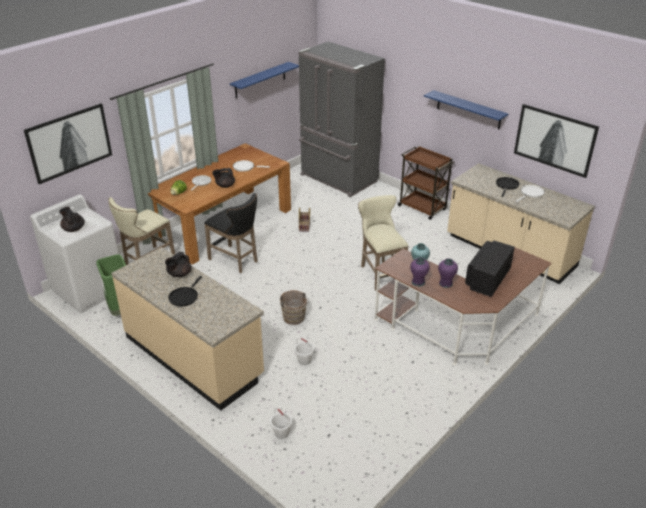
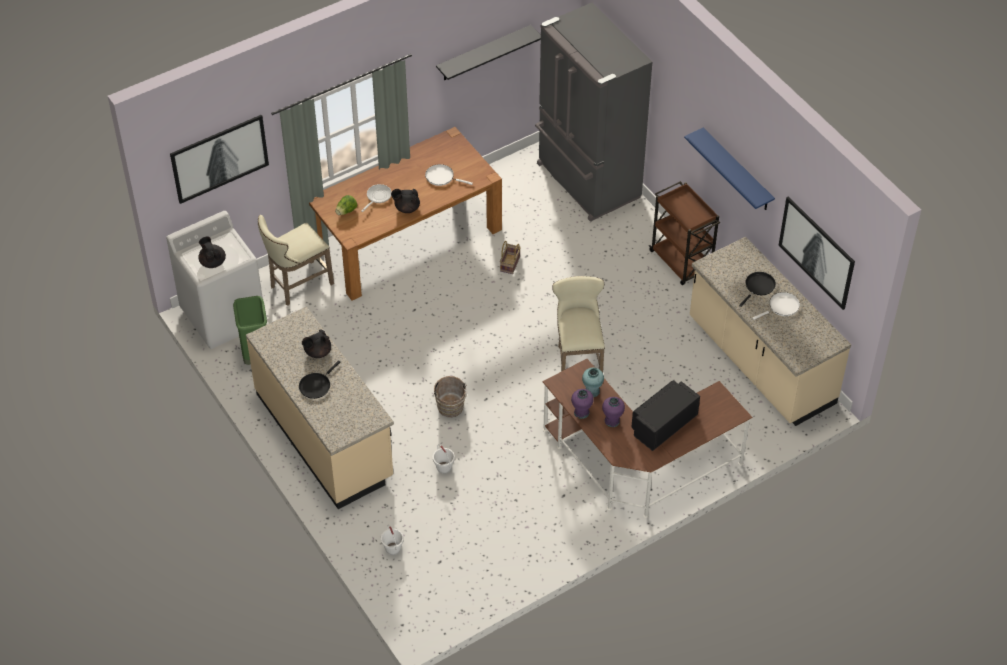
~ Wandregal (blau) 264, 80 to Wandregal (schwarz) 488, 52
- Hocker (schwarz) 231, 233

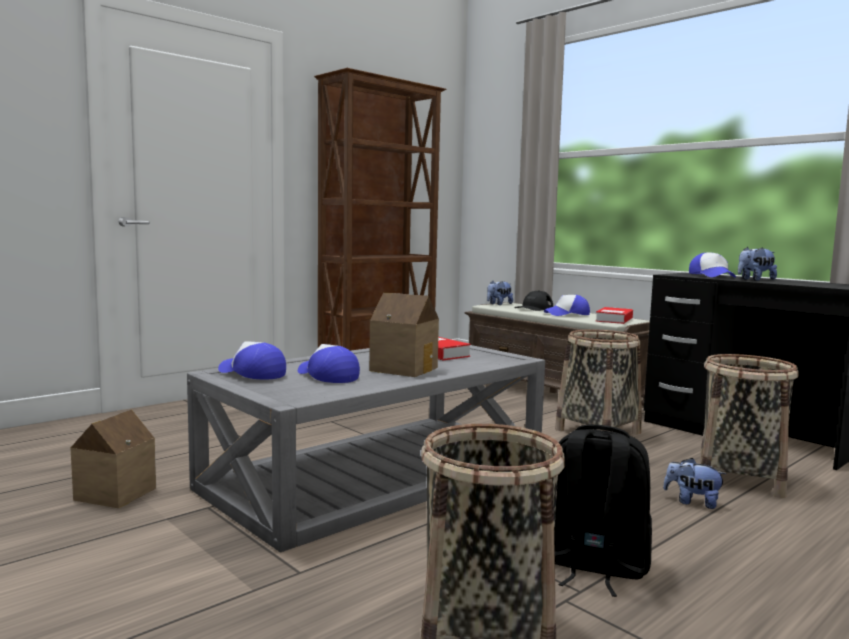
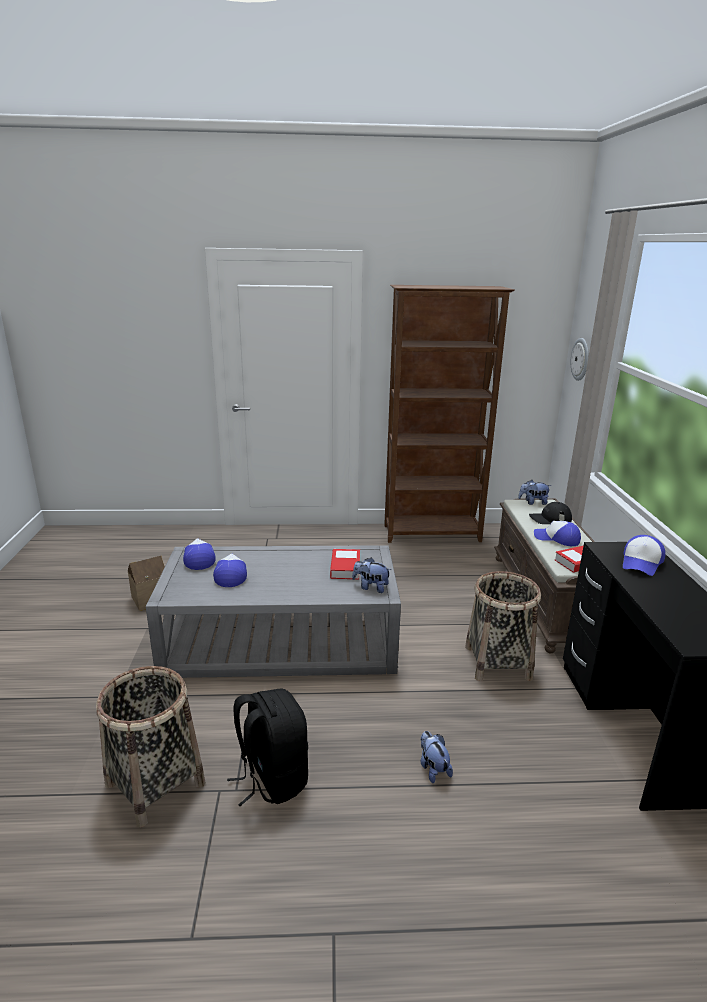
~ Plüschtier 757, 264 to 372, 575
+ Wanduhr 580, 359
- Spielzeughaus 404, 334
- Korb 748, 426

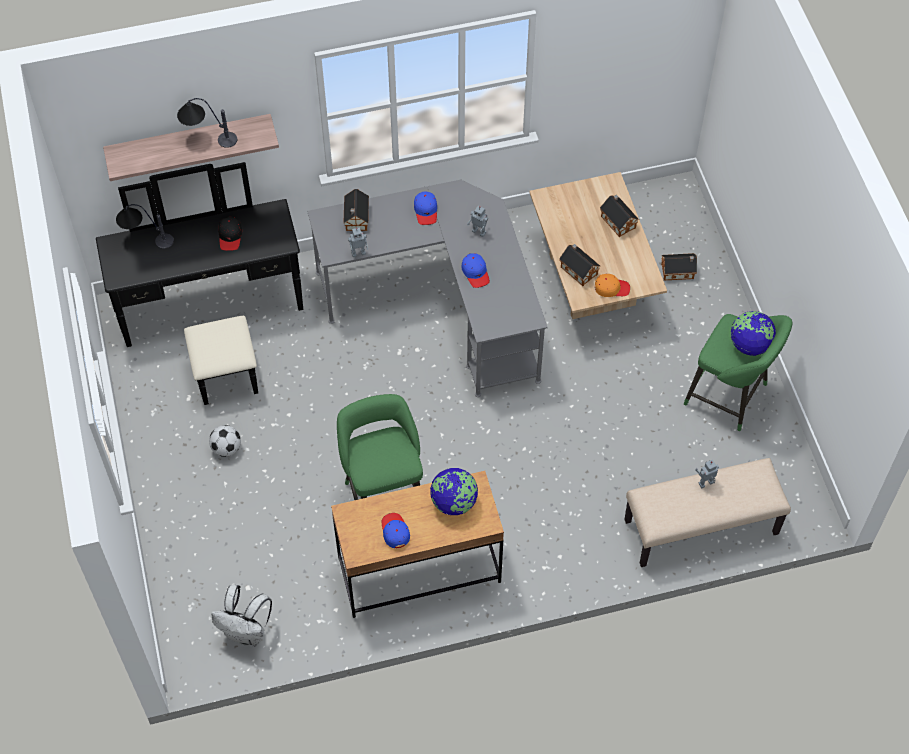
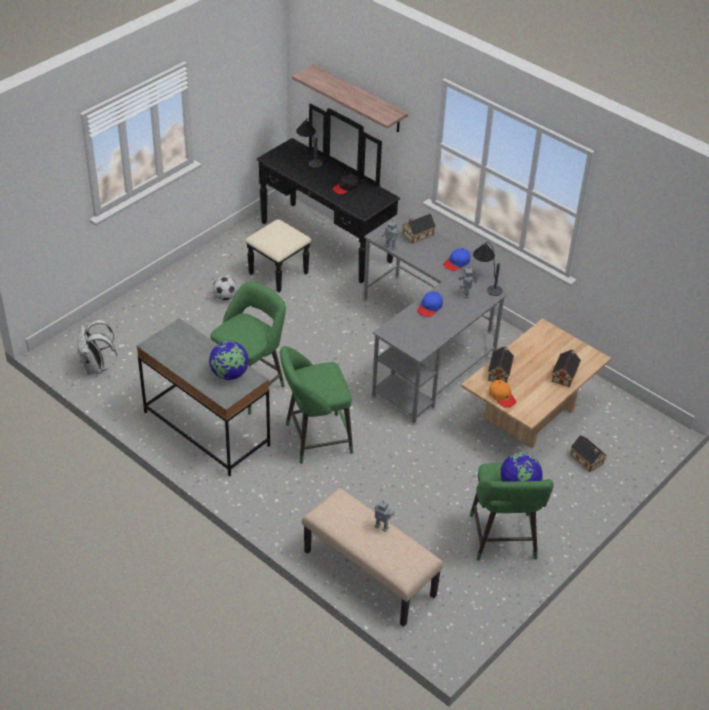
~ Schreibtisch (braun) 417, 544 to Schreibtisch (grau) 203, 397
+ Hocker (grün) 316, 405
~ Tischlampe 207, 123 to 488, 269
- Kappe (blau) 396, 530

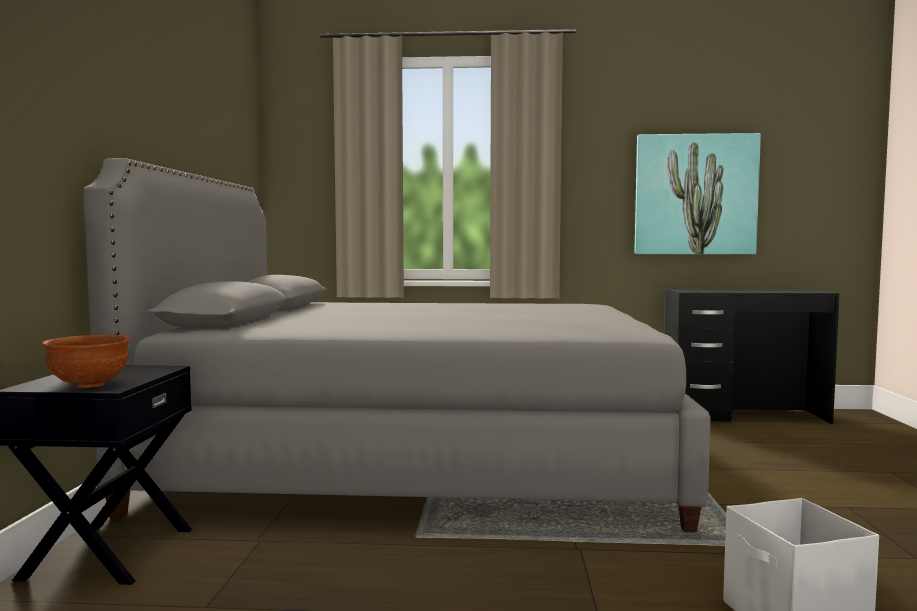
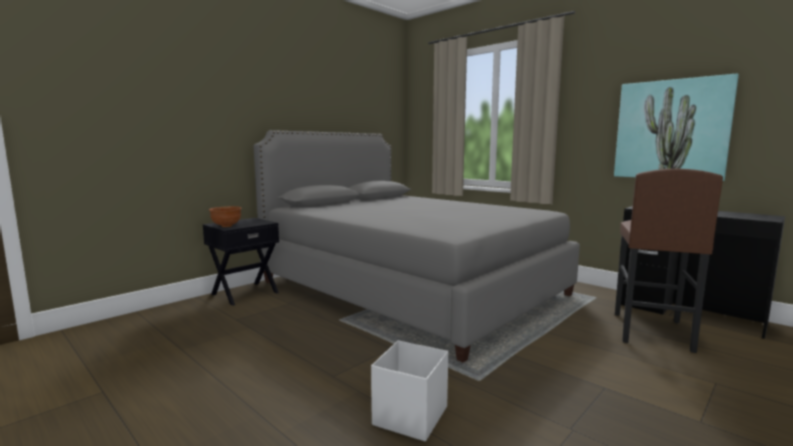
+ Hocker (braun) 669, 261

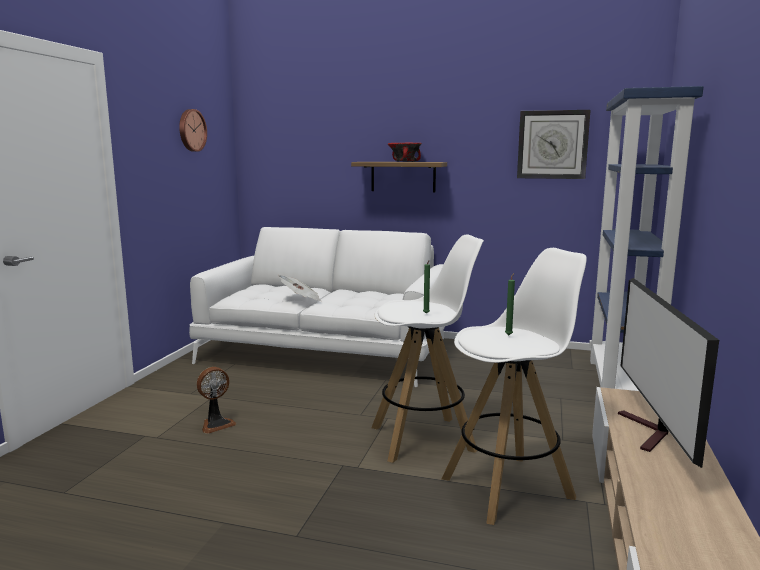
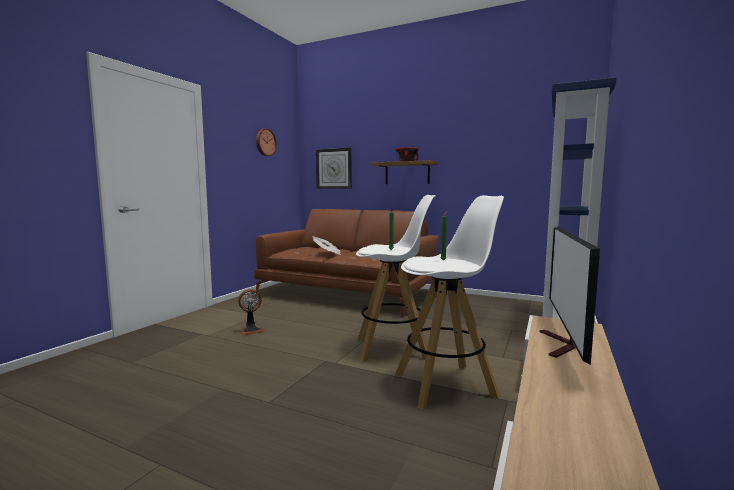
~ Sofa (weiß) 317, 307 to Sofa (braun) 346, 263
~ Wanduhr 554, 144 to 334, 168

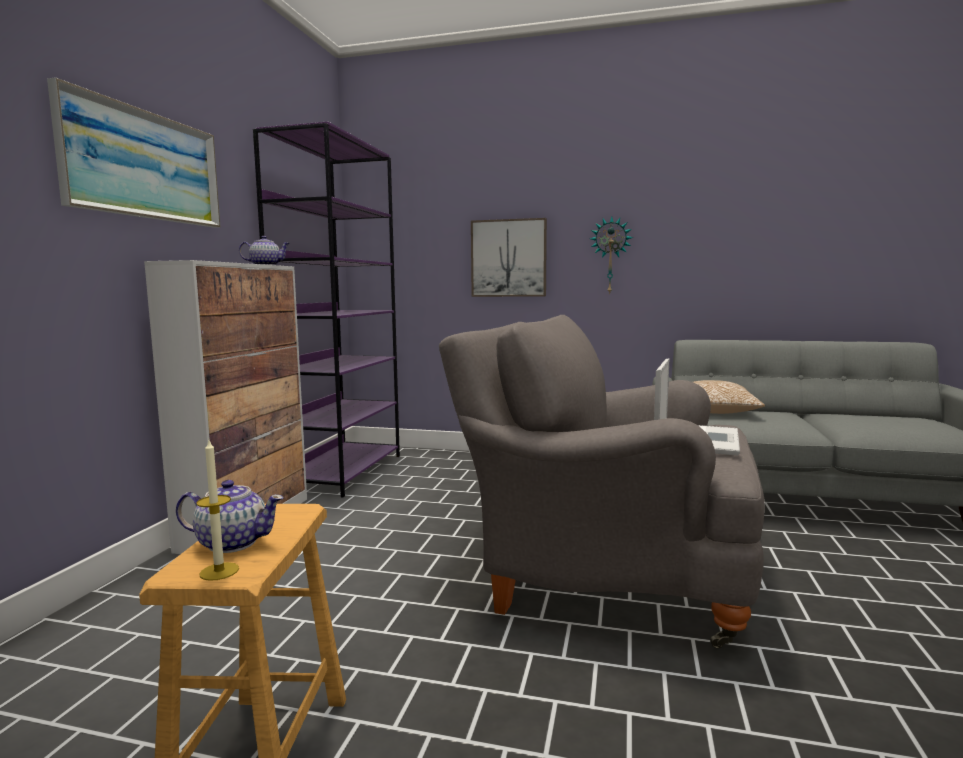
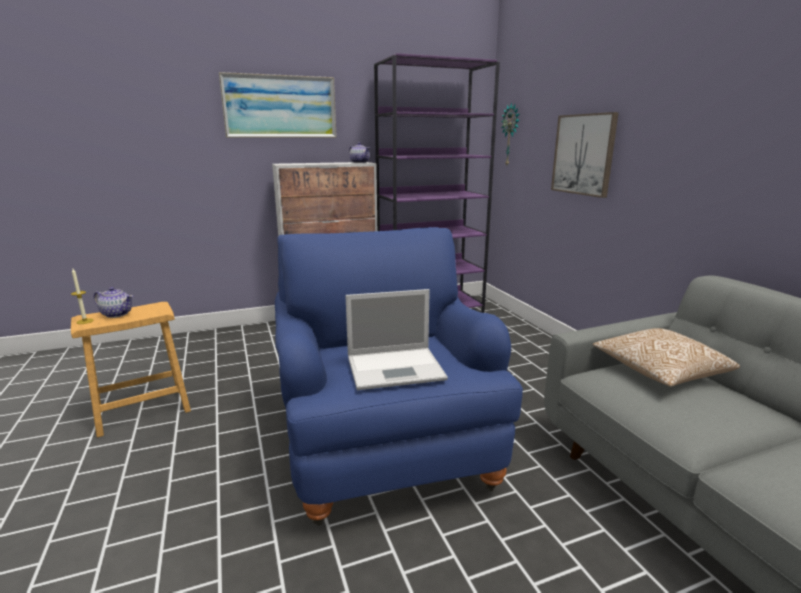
~ Teekanne 230, 516 = 113, 302 45 degrees counterclockwise
~ Sessel (grau) 602, 481 to Sessel (blau) 399, 376
~ Wanduhr 611, 255 to 510, 134

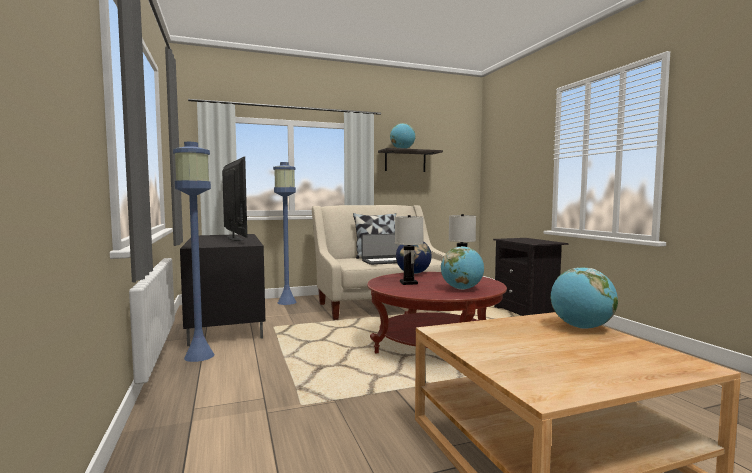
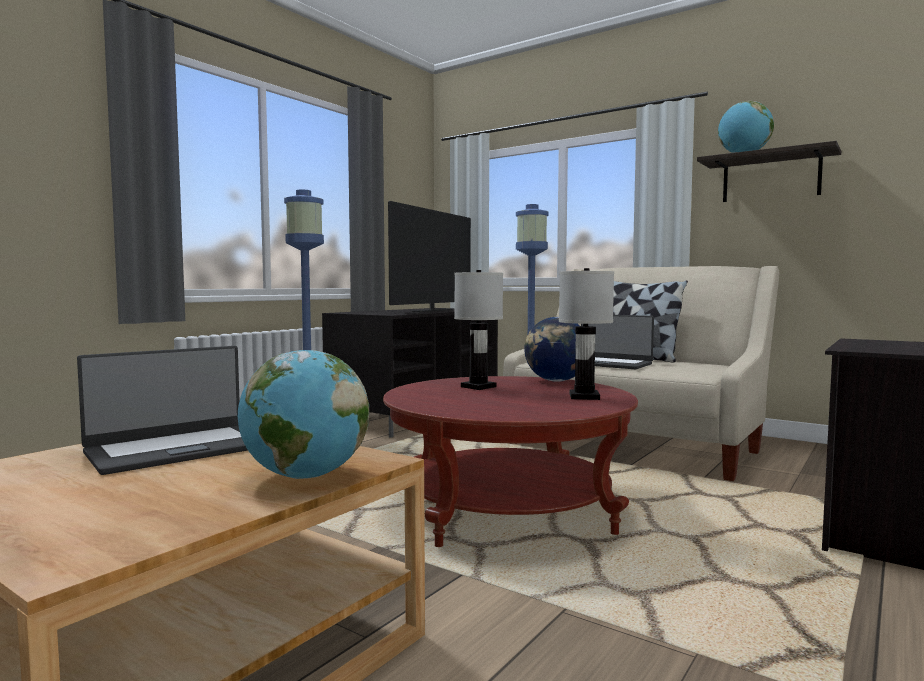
+ Laptop 162, 410
- Globus 462, 268

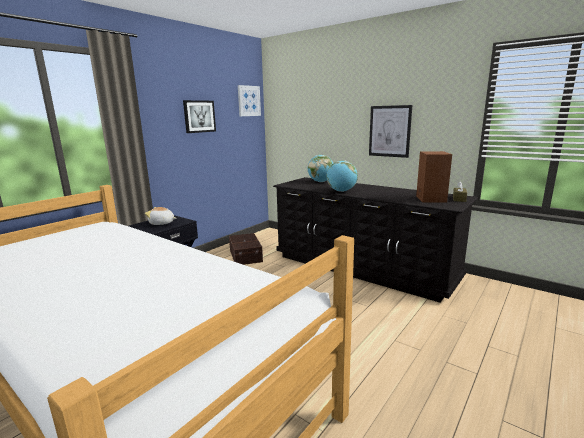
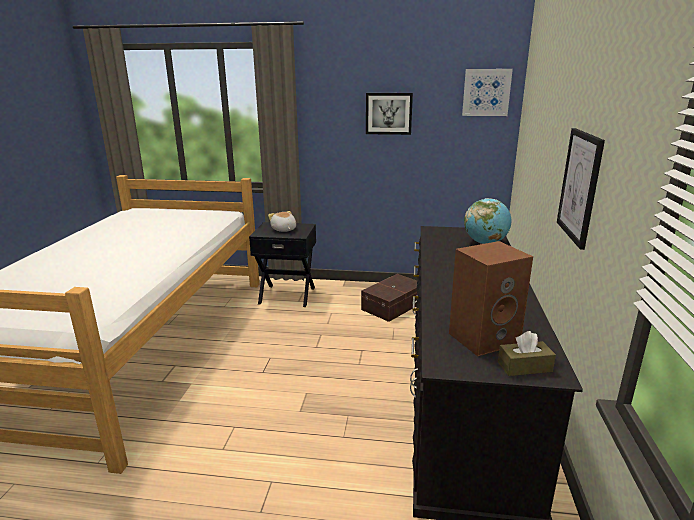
- Globus 342, 176

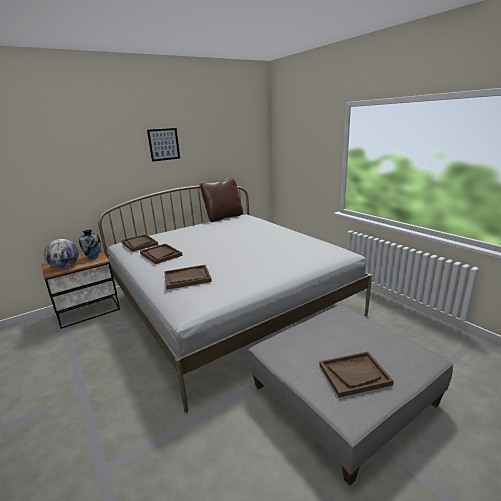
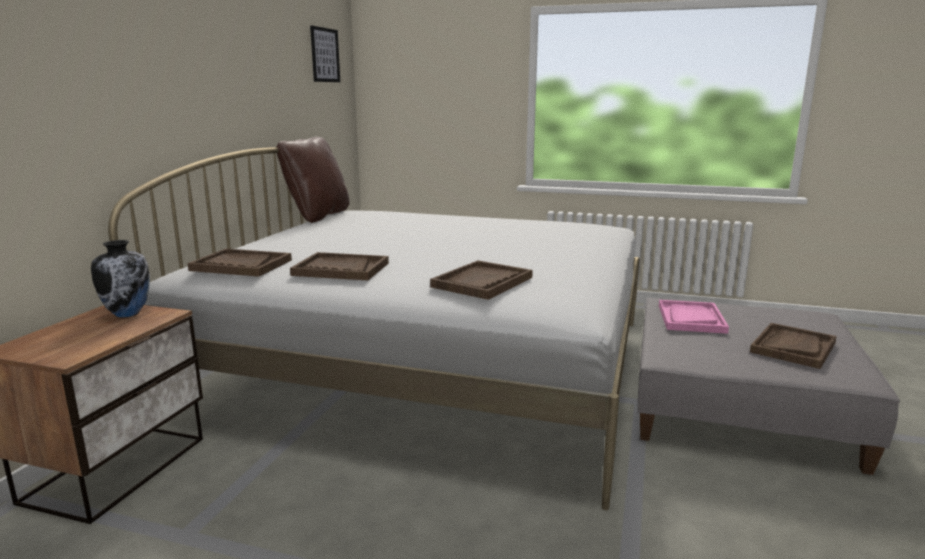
~ Bild 163, 145 to 325, 54
+ Tablett (rosa) 694, 317
- Globus 61, 254

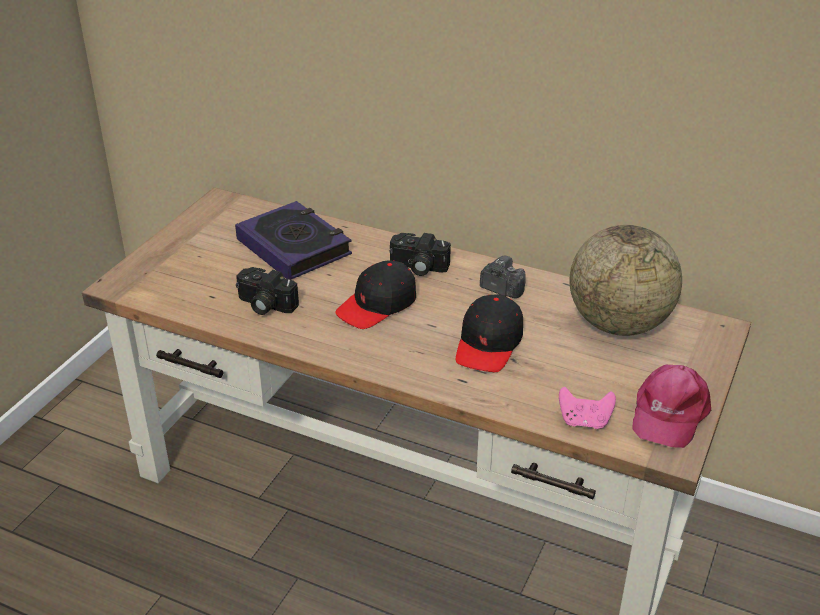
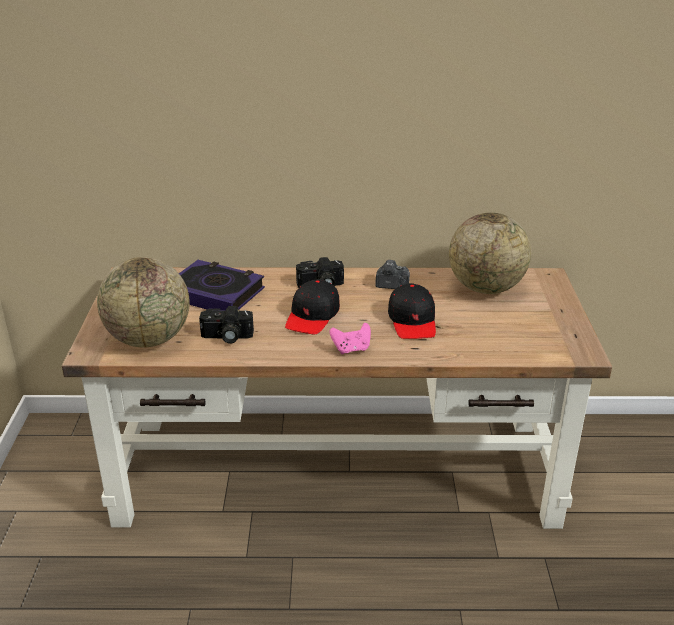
+ Globus 143, 302
~ Gamepad (rosa) 587, 408 to 350, 338
- Kappe (rosa) 671, 406

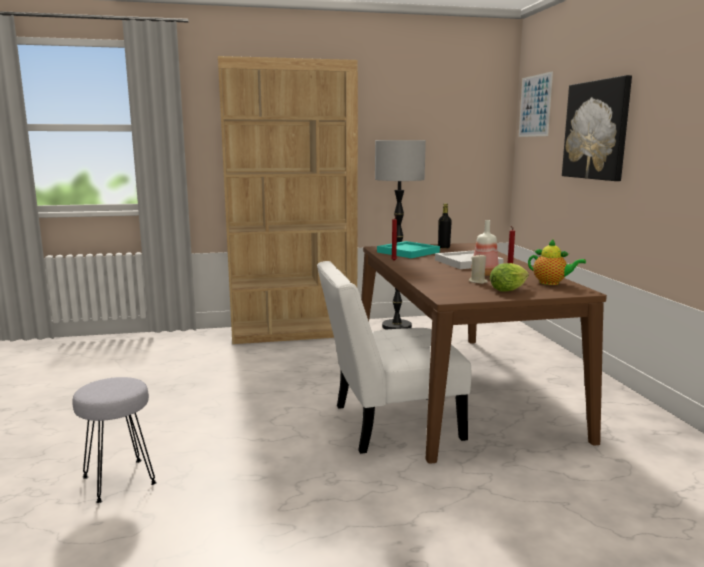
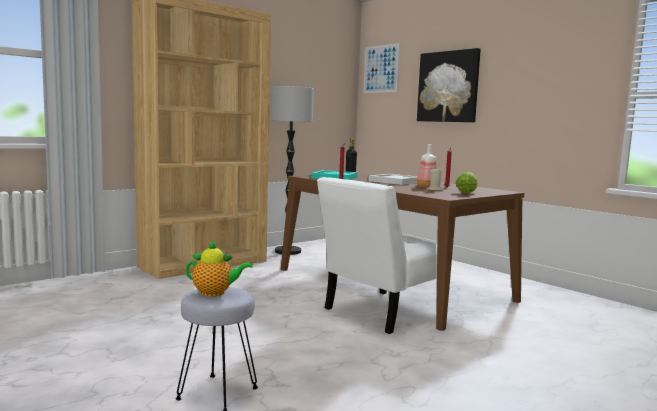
~ Teekanne 557, 262 to 219, 268

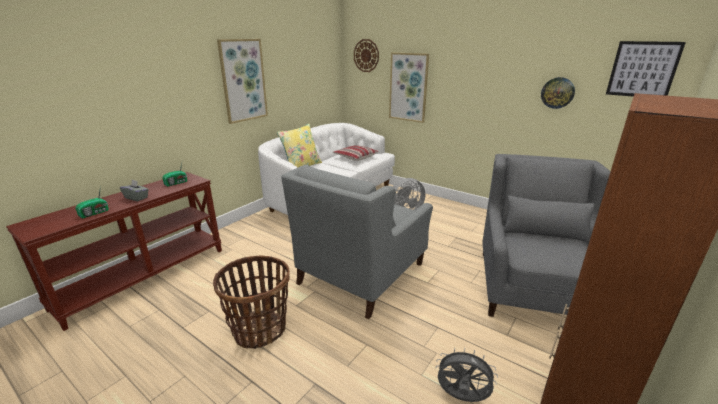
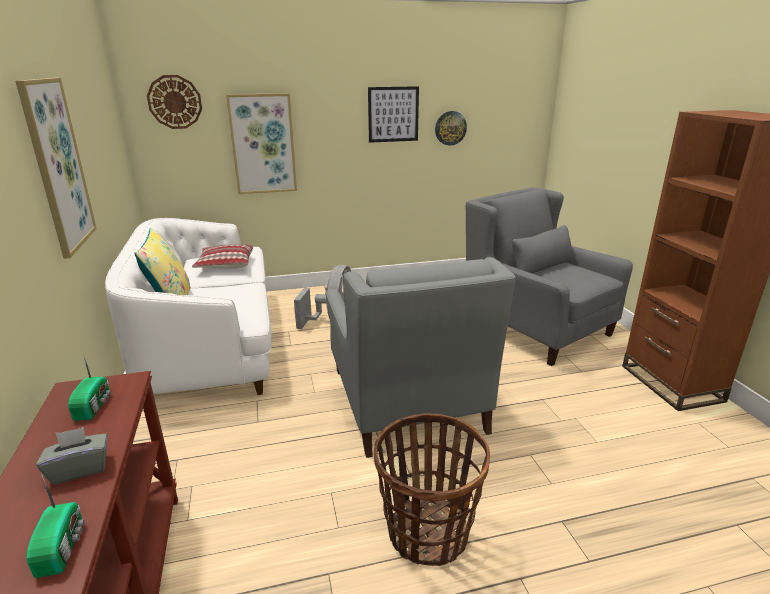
~ Bild 646, 69 to 393, 114
- Ventilator (grau) 467, 375

